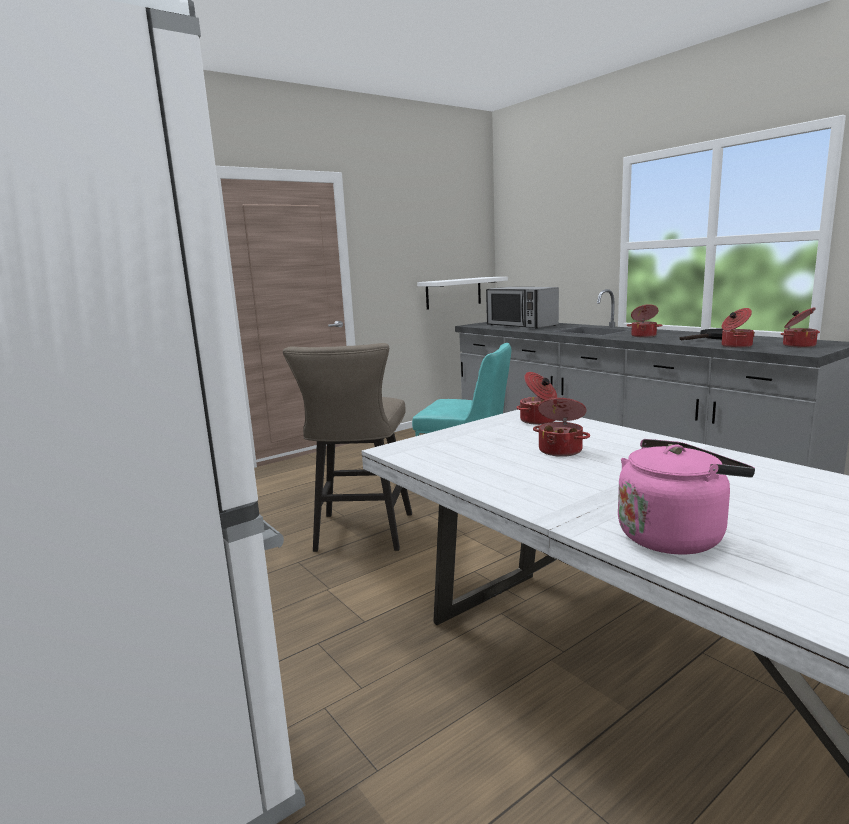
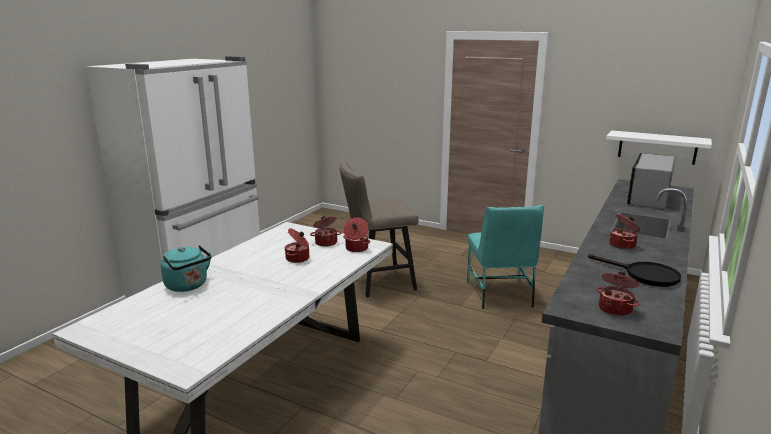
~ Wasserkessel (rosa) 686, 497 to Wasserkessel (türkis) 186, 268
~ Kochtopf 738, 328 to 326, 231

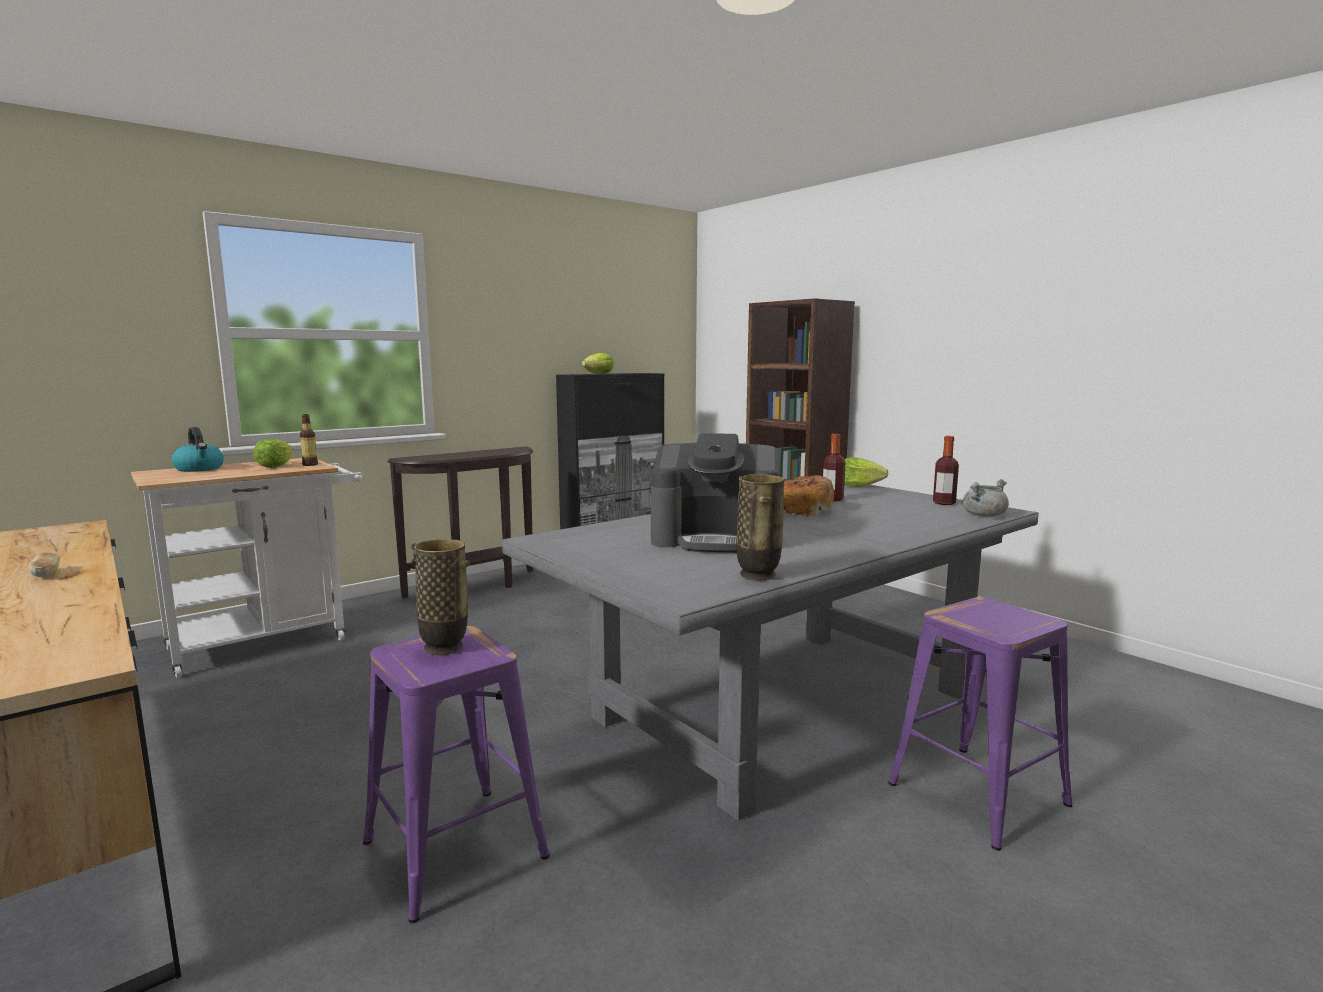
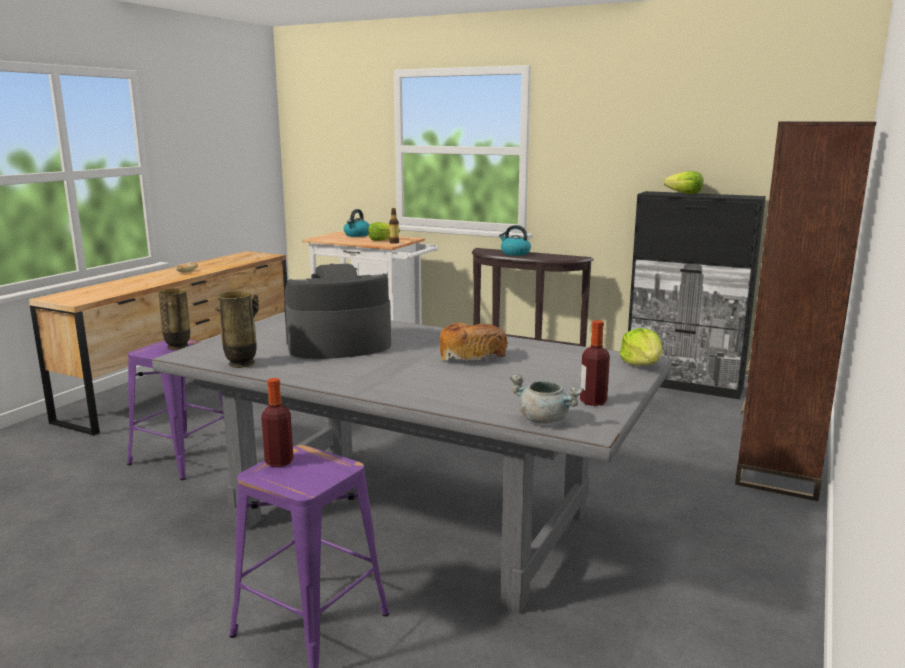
~ Flasche 834, 467 to 277, 422
~ Kaffeemaschine 715, 493 = 337, 311 90 degrees clockwise
+ Wasserkessel 515, 240

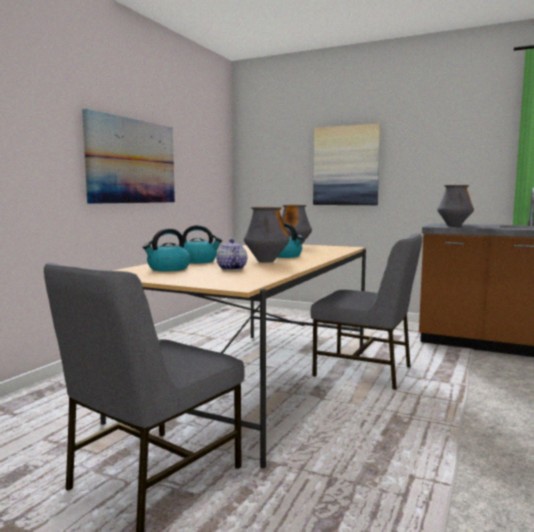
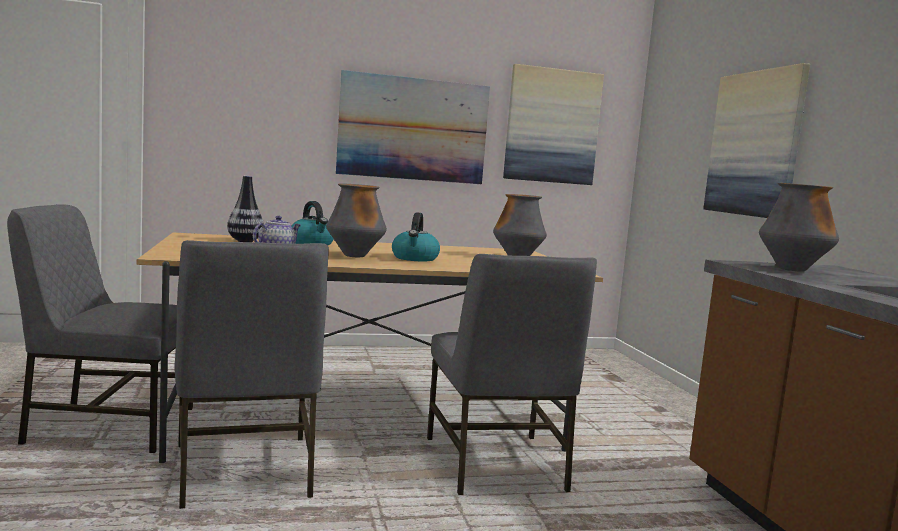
+ Stuhl (grau) 252, 374
~ Wasserkessel 166, 250 to Vase 245, 209
+ Bild 553, 124

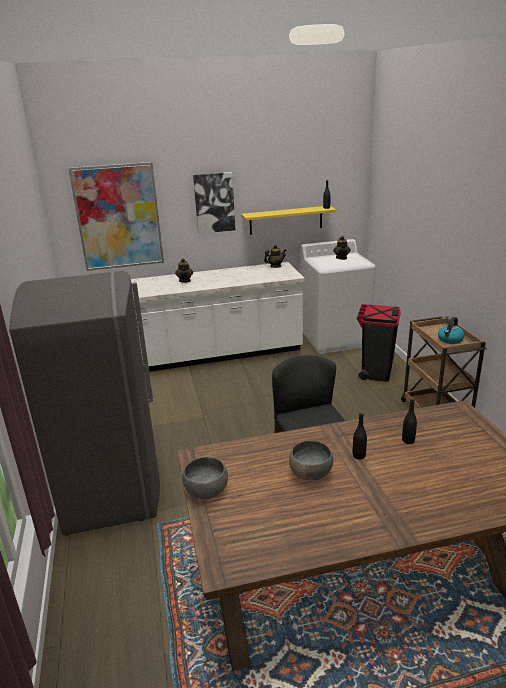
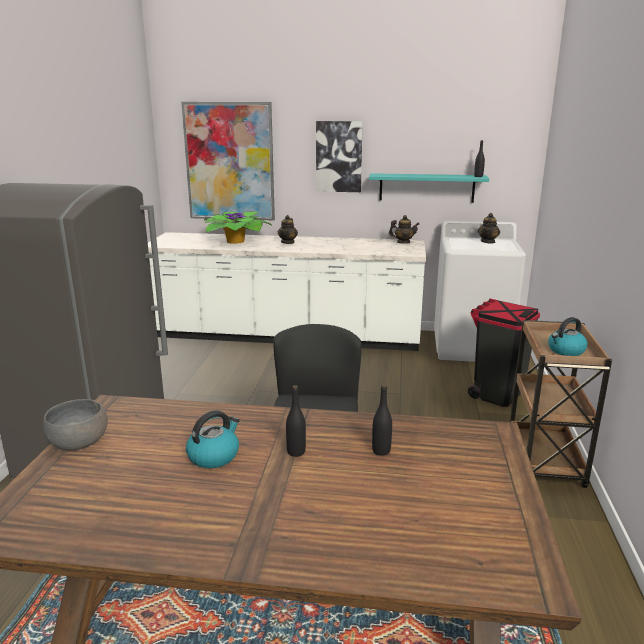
~ Schüssel (grau) 311, 460 to Wasserkessel 213, 439
+ Topfpflanze 237, 228
~ Wandregal (gelb) 288, 220 to Wandregal (türkis) 429, 188

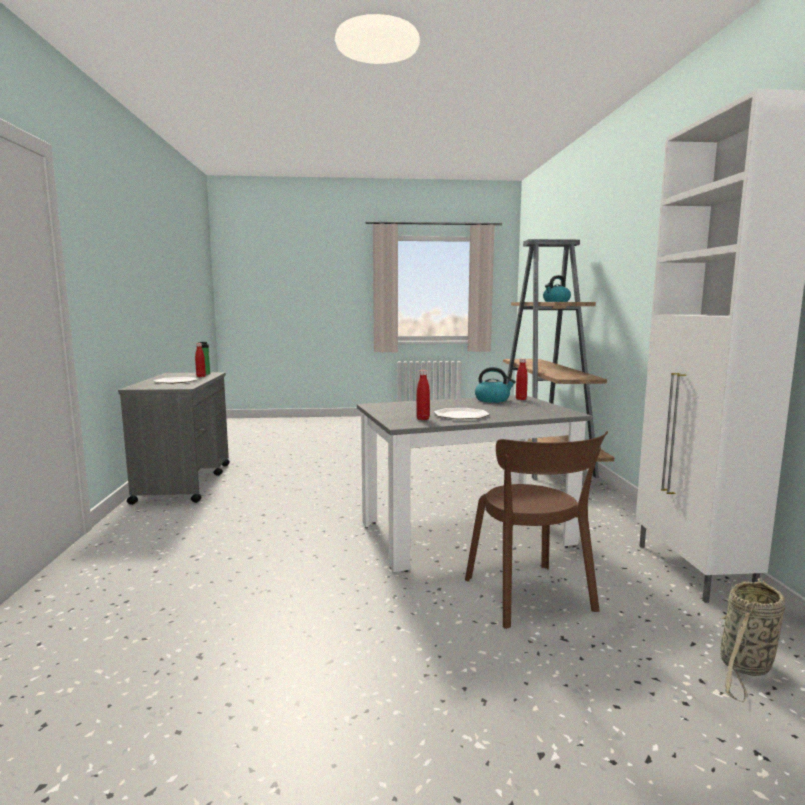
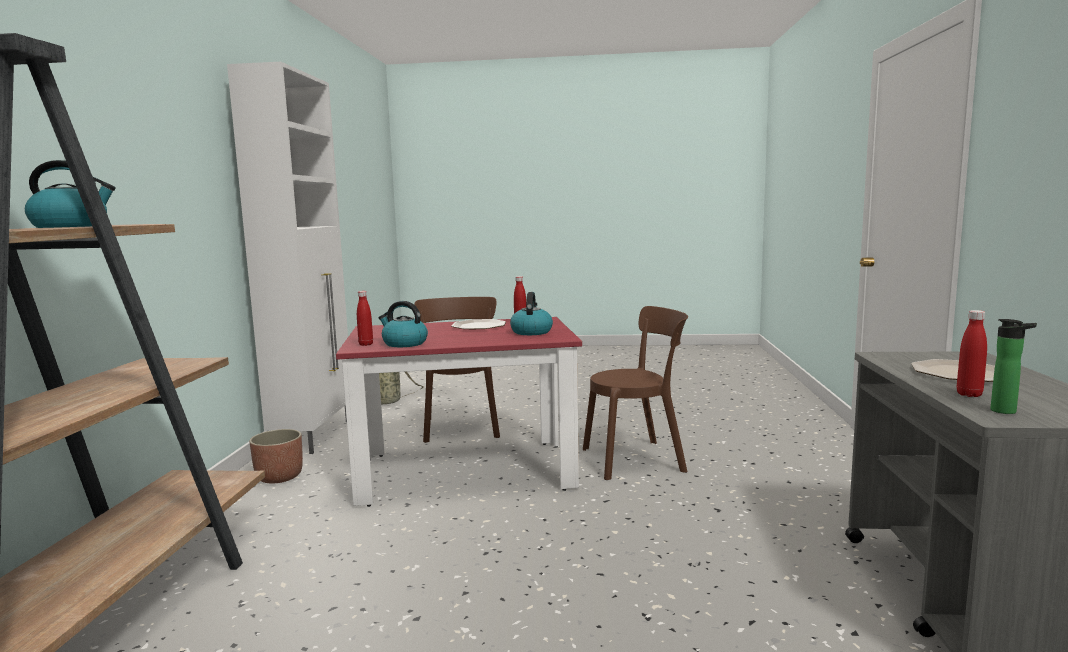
+ Pflanzkübel 276, 456
~ Esstisch (grau) 474, 483 to Esstisch (rot) 459, 412
+ Wasserkessel 531, 313
+ Stuhl (braun) 635, 393

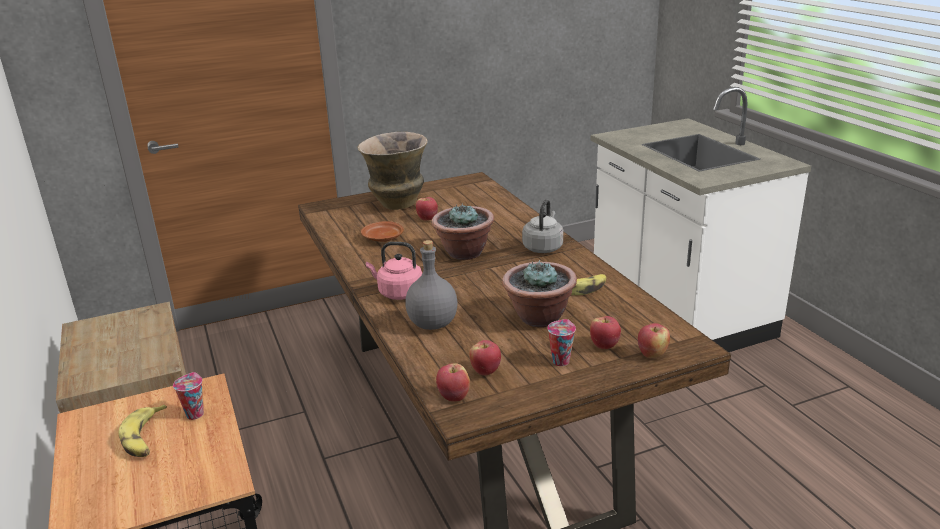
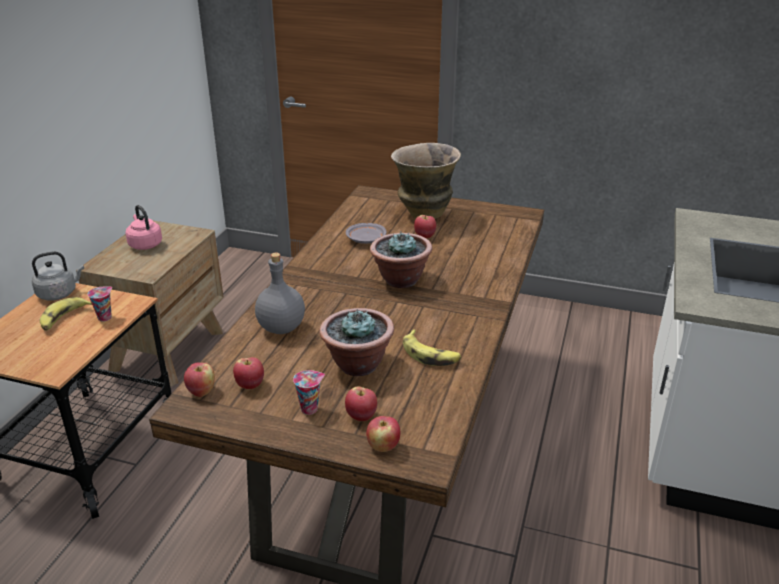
~ Wasserkessel (grau) 542, 226 to 58, 276
~ Wasserkessel (rosa) 394, 271 to 143, 227
~ Teller (braun) 382, 231 to Teller (grau) 366, 233

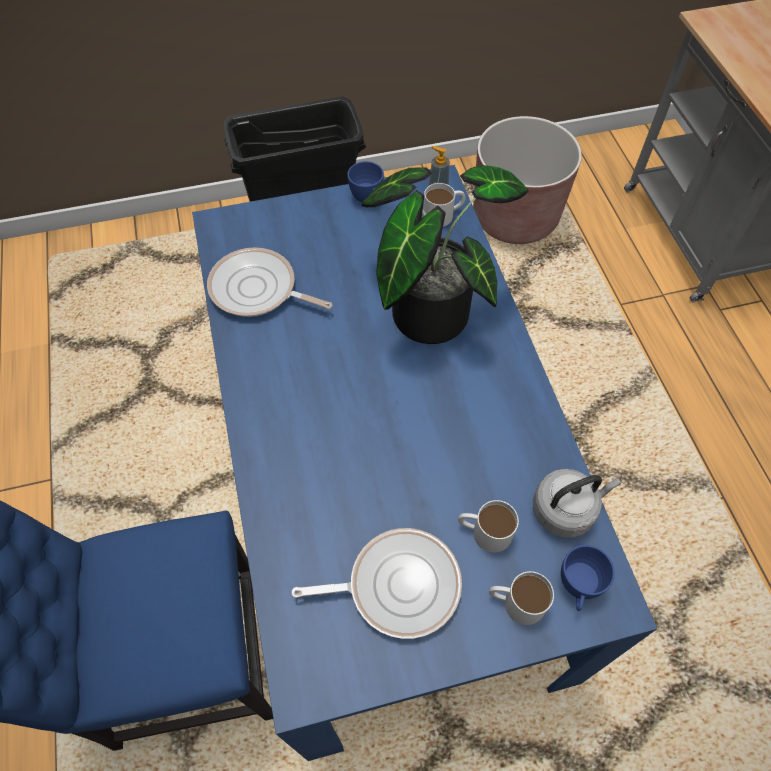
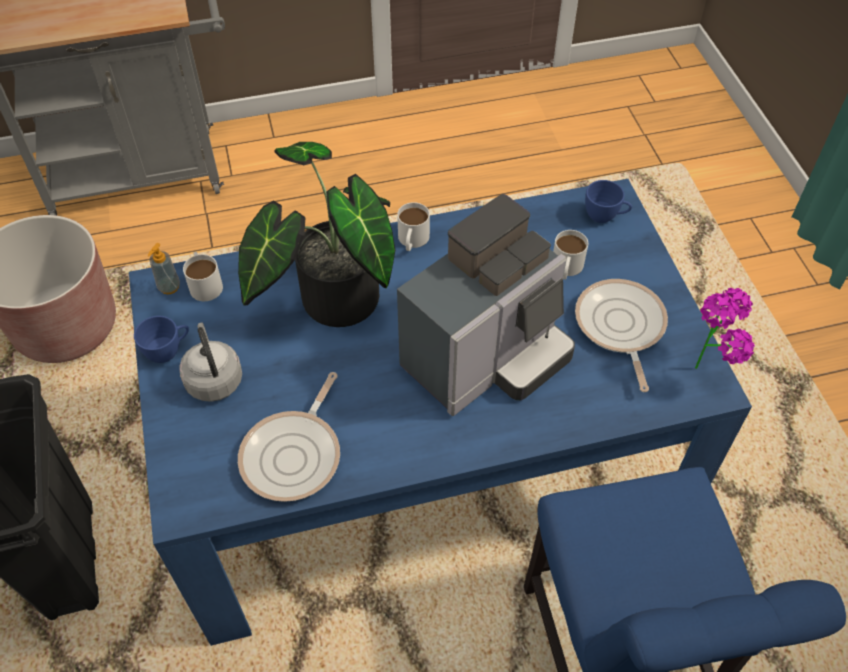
~ Wasserkessel (grau) 577, 503 to 210, 362
+ Kaffeemaschine 486, 305
~ Henkelbecher (weiß) 521, 598 to 413, 226
+ Topfpflanze 725, 328

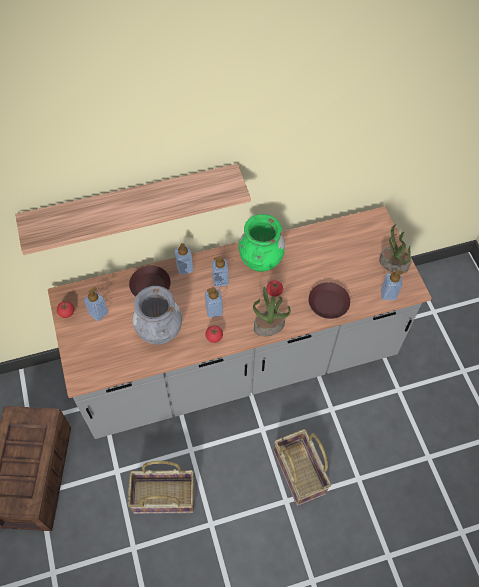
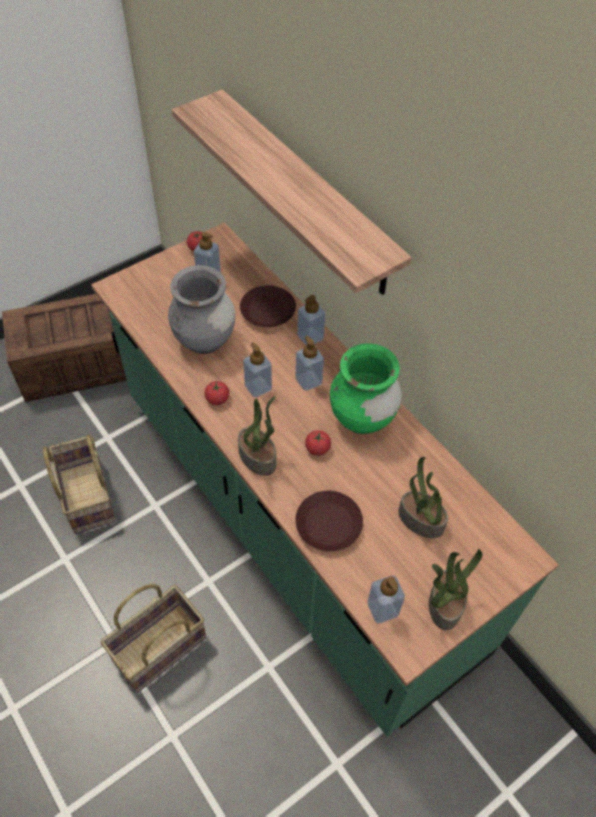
~ Küchenzeile (grau) 240, 322 to Küchenzeile (grün) 324, 480
+ Topfpflanze 423, 497

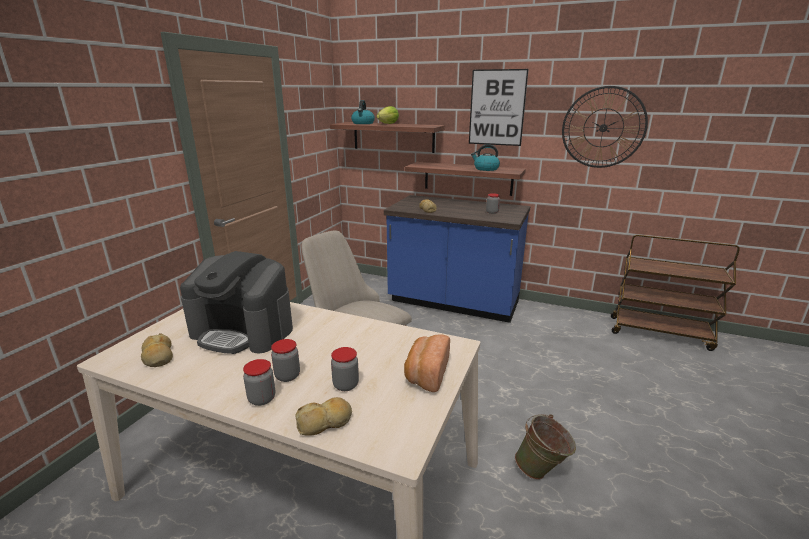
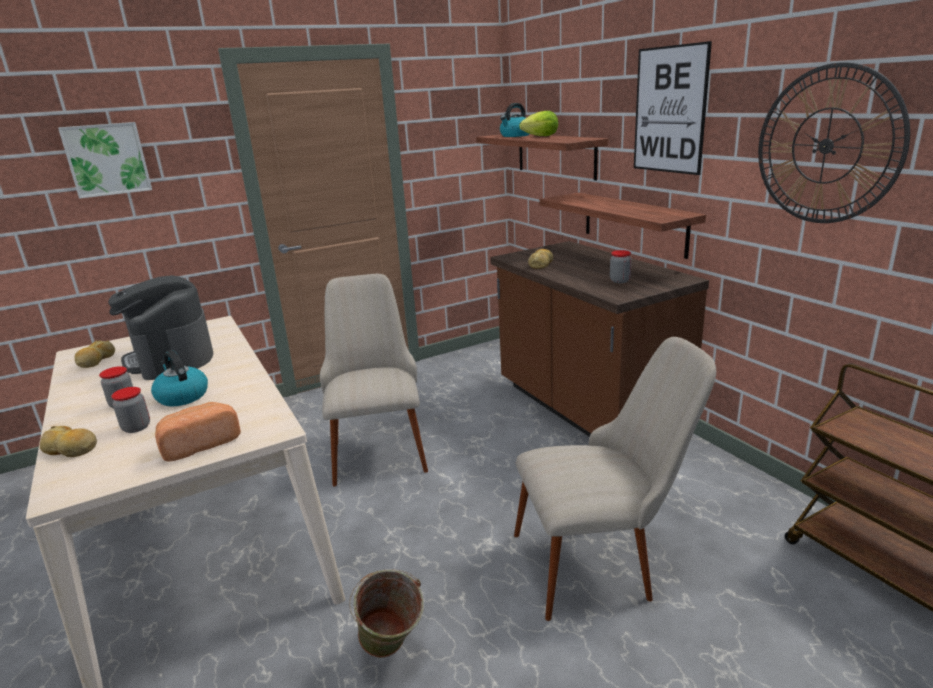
+ Bild 105, 160
~ Wasserkessel 485, 157 to 179, 378
~ Küchenzeile (blau) 457, 259 to Küchenzeile (braun) 599, 339
+ Stuhl (beige) 615, 479
- Vorratsglas 259, 382

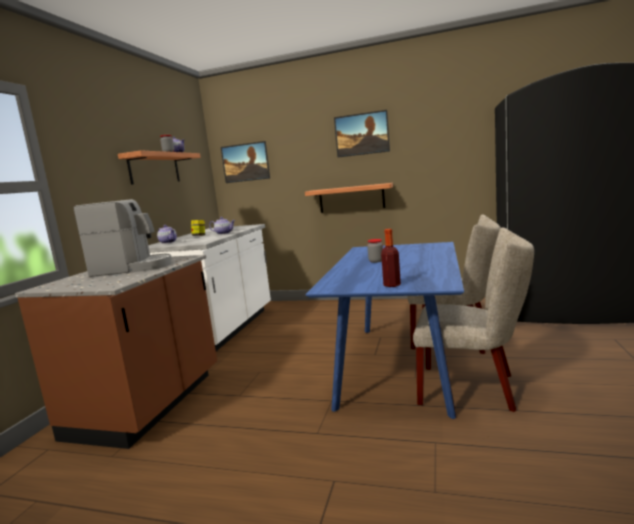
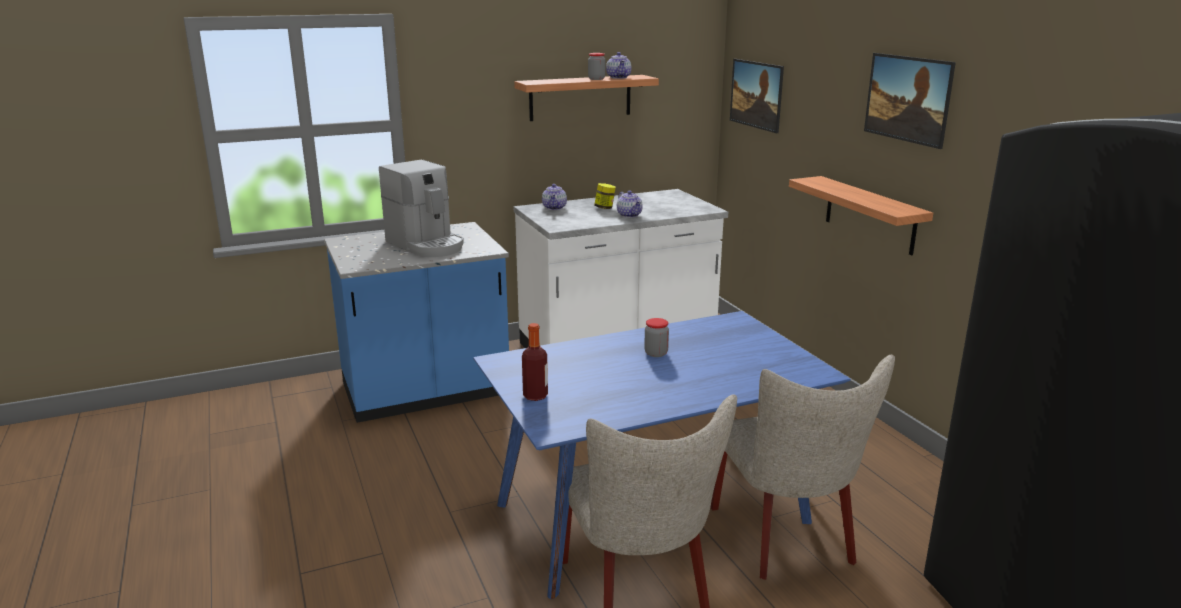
~ Küchenzeile (braun) 116, 352 to Küchenzeile (blau) 416, 322

